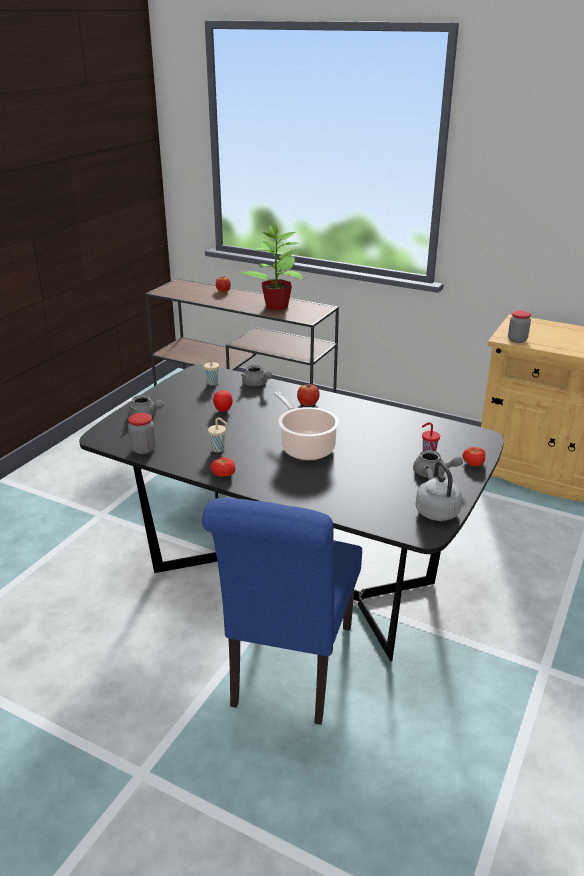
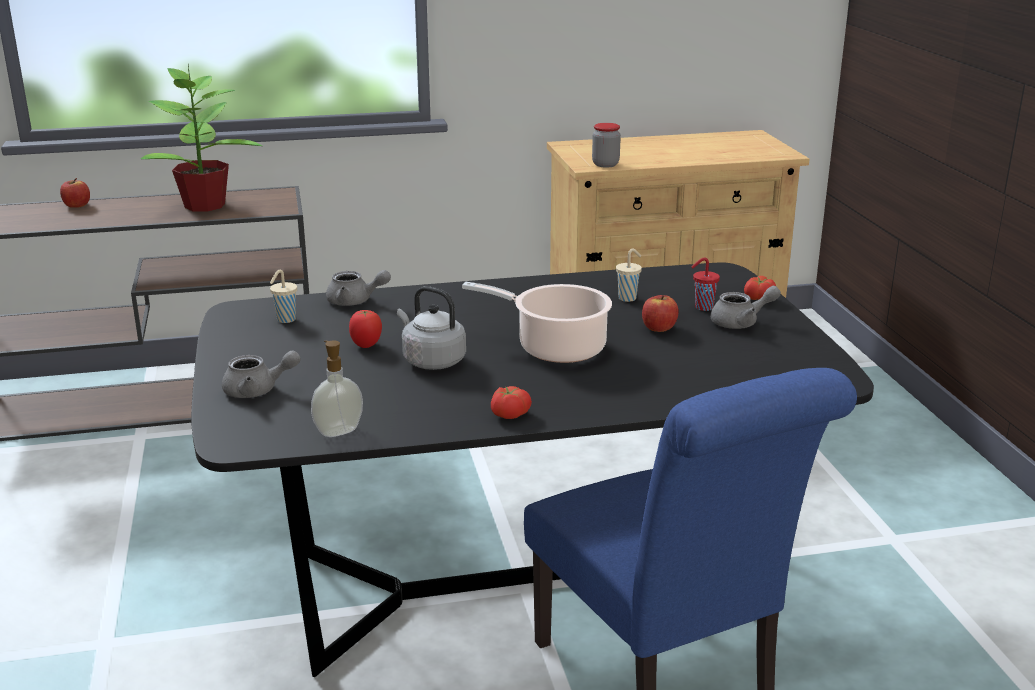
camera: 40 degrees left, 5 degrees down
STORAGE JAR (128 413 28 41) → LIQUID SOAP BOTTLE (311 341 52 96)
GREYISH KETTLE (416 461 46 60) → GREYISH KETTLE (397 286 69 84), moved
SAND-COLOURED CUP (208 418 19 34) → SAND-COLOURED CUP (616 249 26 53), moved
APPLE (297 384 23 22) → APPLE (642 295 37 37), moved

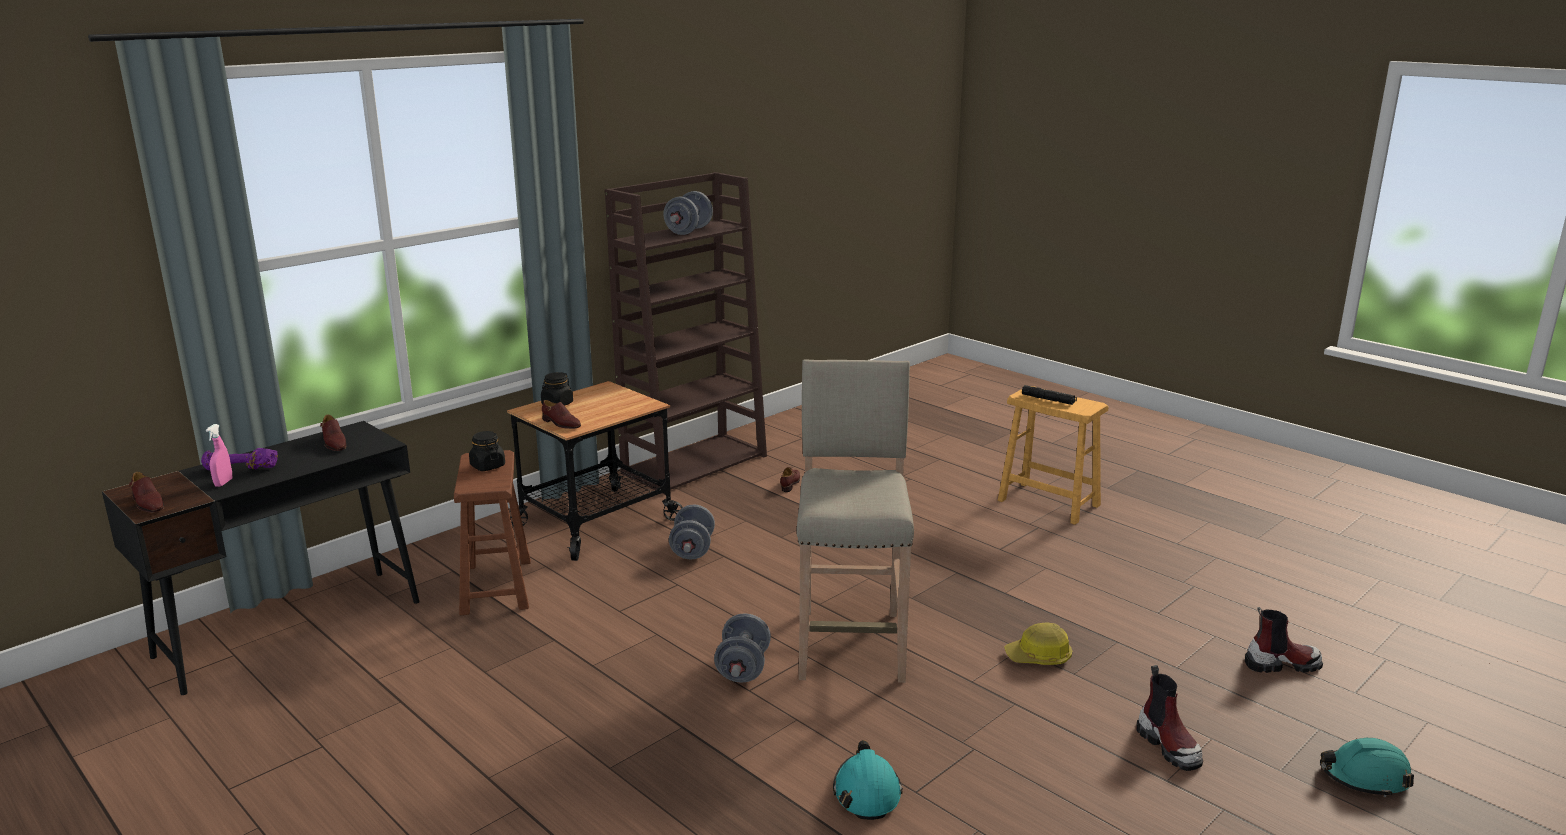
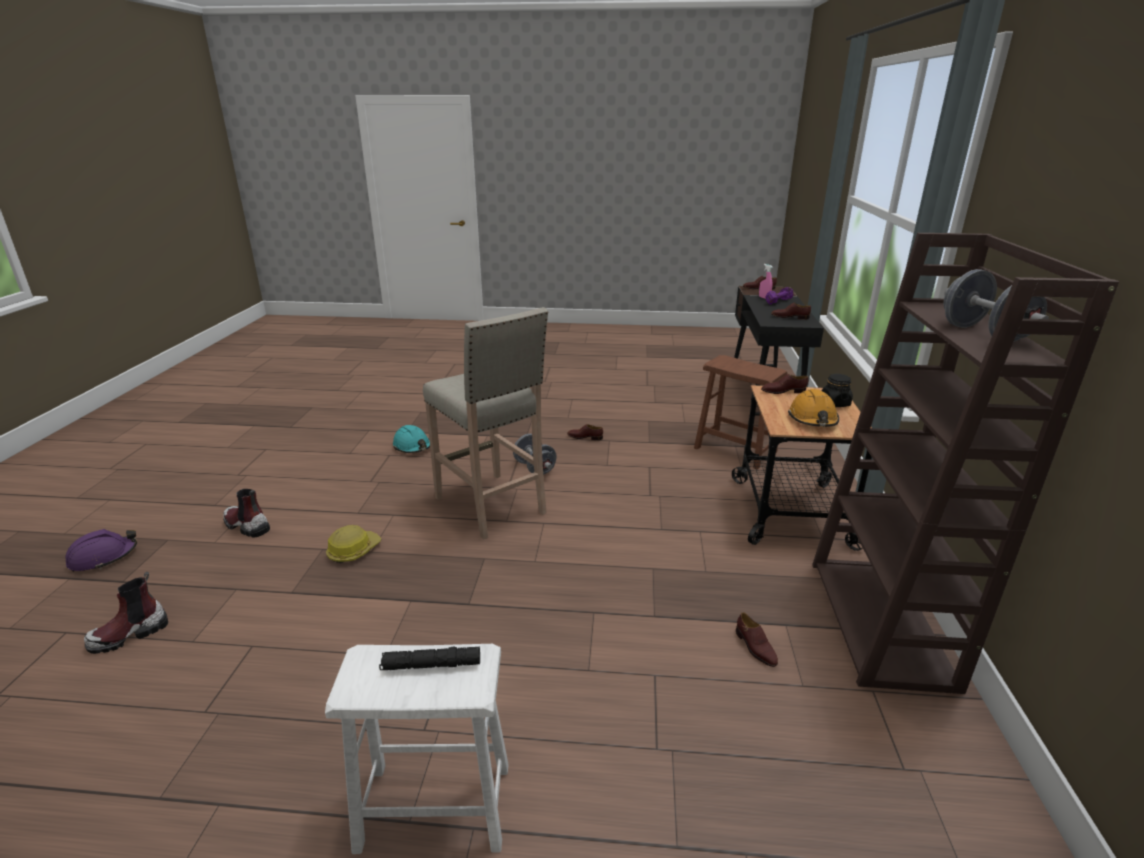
camera: 140 degrees right, 5 degrees up
BLUE-GREEN SAFETY HELMET (1320 738 94 59) → PURPLE SAFETY HELMET (65 529 72 43)
BROWN-COLOURED STOOL SEAT (998 386 111 139) → WHITE-COLOURED STOOL SEAT (325 644 184 210)
- → BROWN-COLOURED LOW SHOE (567 424 36 16)
- → ORANGE-COLOURED SAFETY HELMET (788 389 51 38)
BLACK-COLOURED STORAGE JAR (469 431 36 40) → -
GREYISH FREE WEIGHT (669 505 46 54) → -

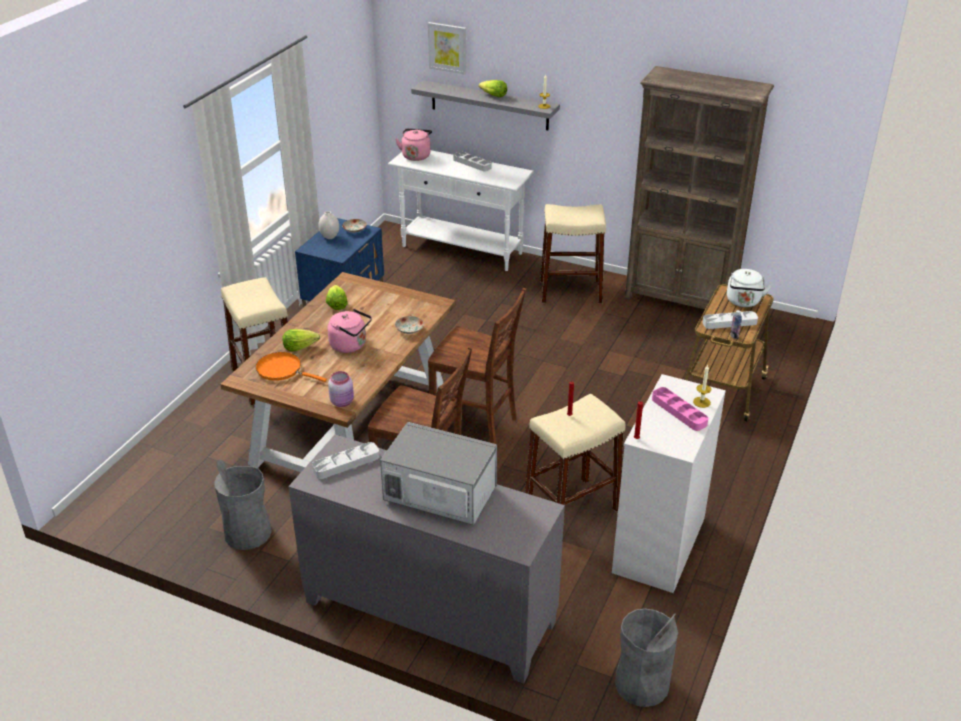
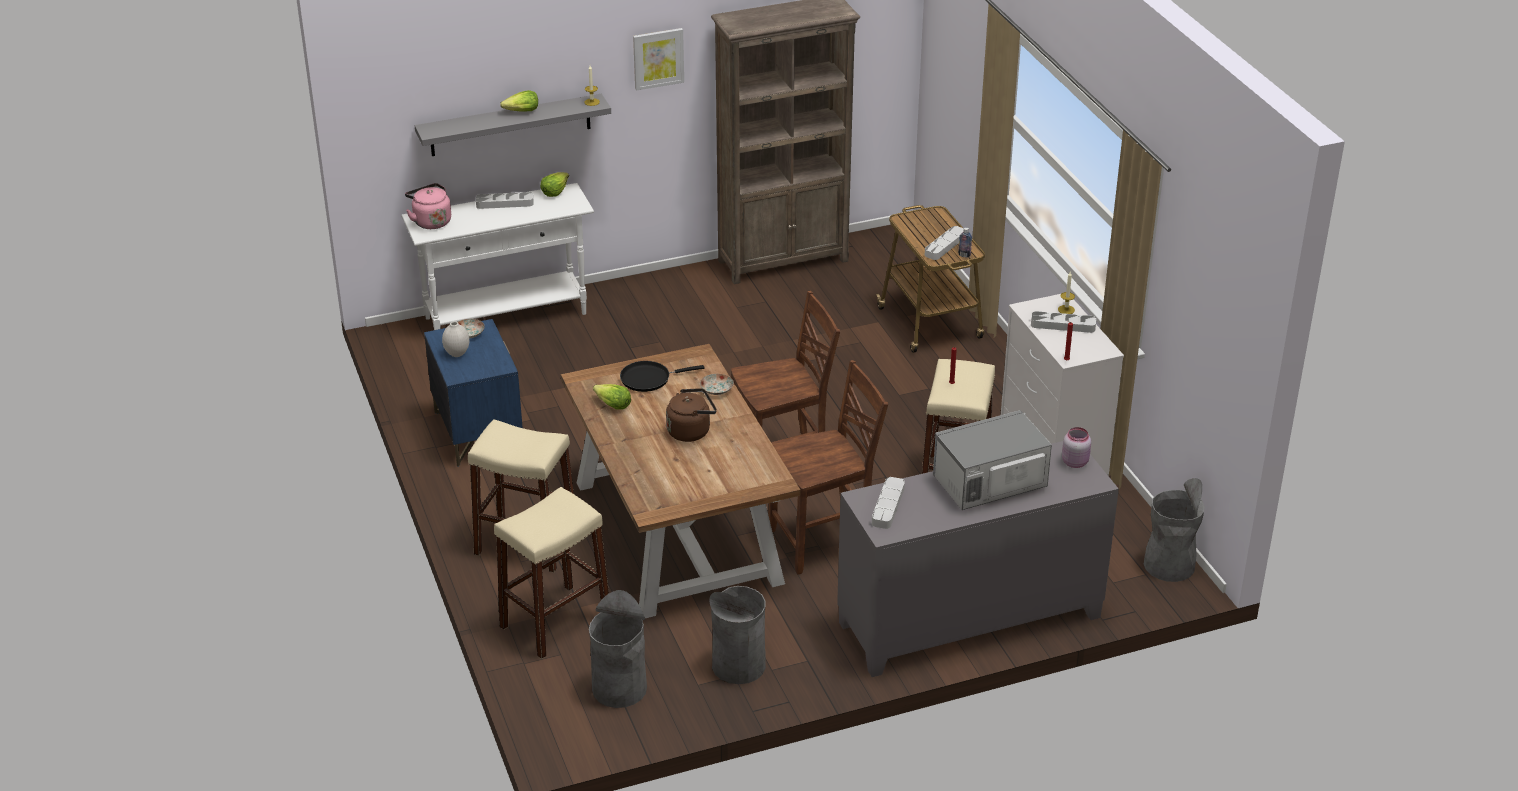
camera: 45 degrees left, 0 degrees up
SAND-COLOURED STOOL SEAT (540 204 66 99) → SAND-COLOURED STOOL SEAT (494 487 115 172), moved
LETTUCE (282 329 38 22) → LETTUCE (540 172 29 25), moved
- → GREYISH TRASH CAN (589 590 58 118)
- → BLACK-COLOURED PAN (620 361 84 31)
WALL PICTURE (428 22 38 52) → WALL PICTURE (633 28 51 63), moved
PINK-COLOURED KETTLE (328 309 44 44) → BROWN-COLOURED KETTLE (666 388 51 54)
PINK-COLOURED SERVING TRAY (652 387 56 44) → GREYISH SERVING TRAY (1031 311 65 22)
PINK-COLOURED STORAGE JAR (328 371 26 36) → PINK-COLOURED STORAGE JAR (1062 427 29 41), moved
ORANGE-COLOURED PAN (256 352 71 30) → -
WHITE-COLOURED KETTLE (727 269 45 38) → -

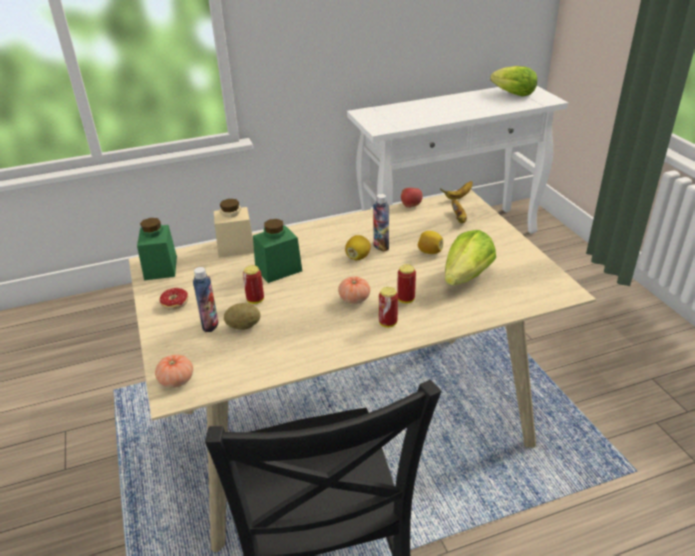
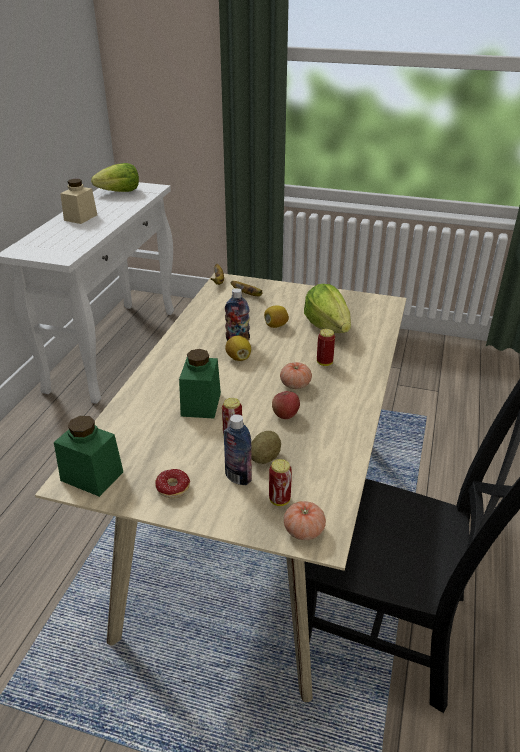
camera: 55 degrees left, 0 degrees up
SAND-COLOURED STORAGE JAR (214 199 40 59) → SAND-COLOURED STORAGE JAR (60 179 37 45), moved
CAN (379 287 19 41) → CAN (269 459 23 47), moved
APPLE (401 188 22 20) → APPLE (272 391 28 28), moved

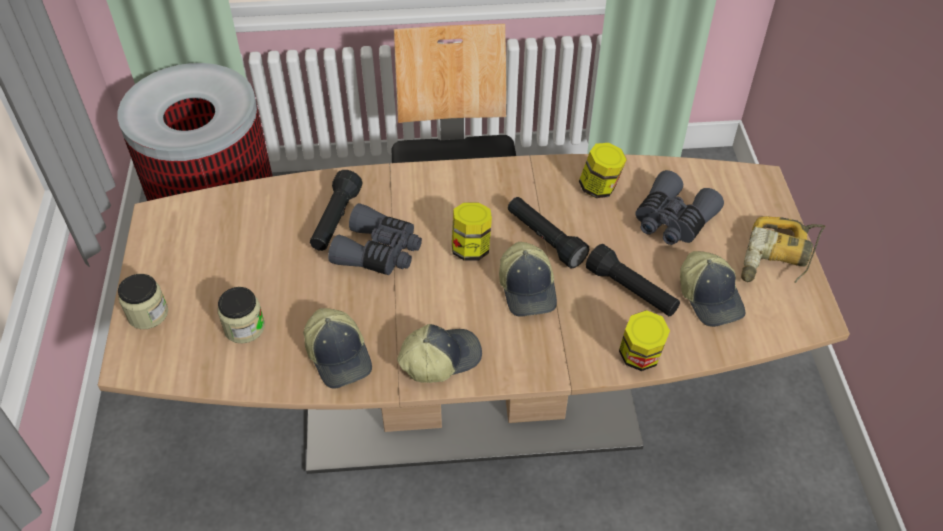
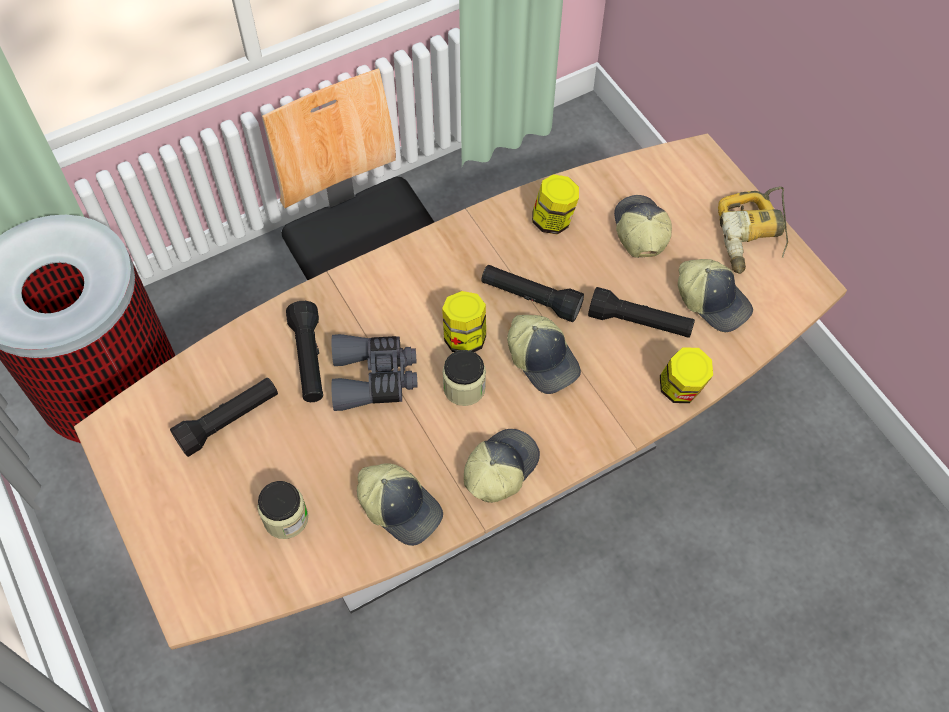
camera: 25 degrees left, 10 degrees up
- → BLACK-COLOURED HAND TORCH (170 378 108 79)
STORAGE JAR (118 274 50 55) → STORAGE JAR (443 350 43 56), moved
GREYISH PAIR OF BINOCULARS (635 170 89 75) → BASEBALL CAP (614 195 58 63)

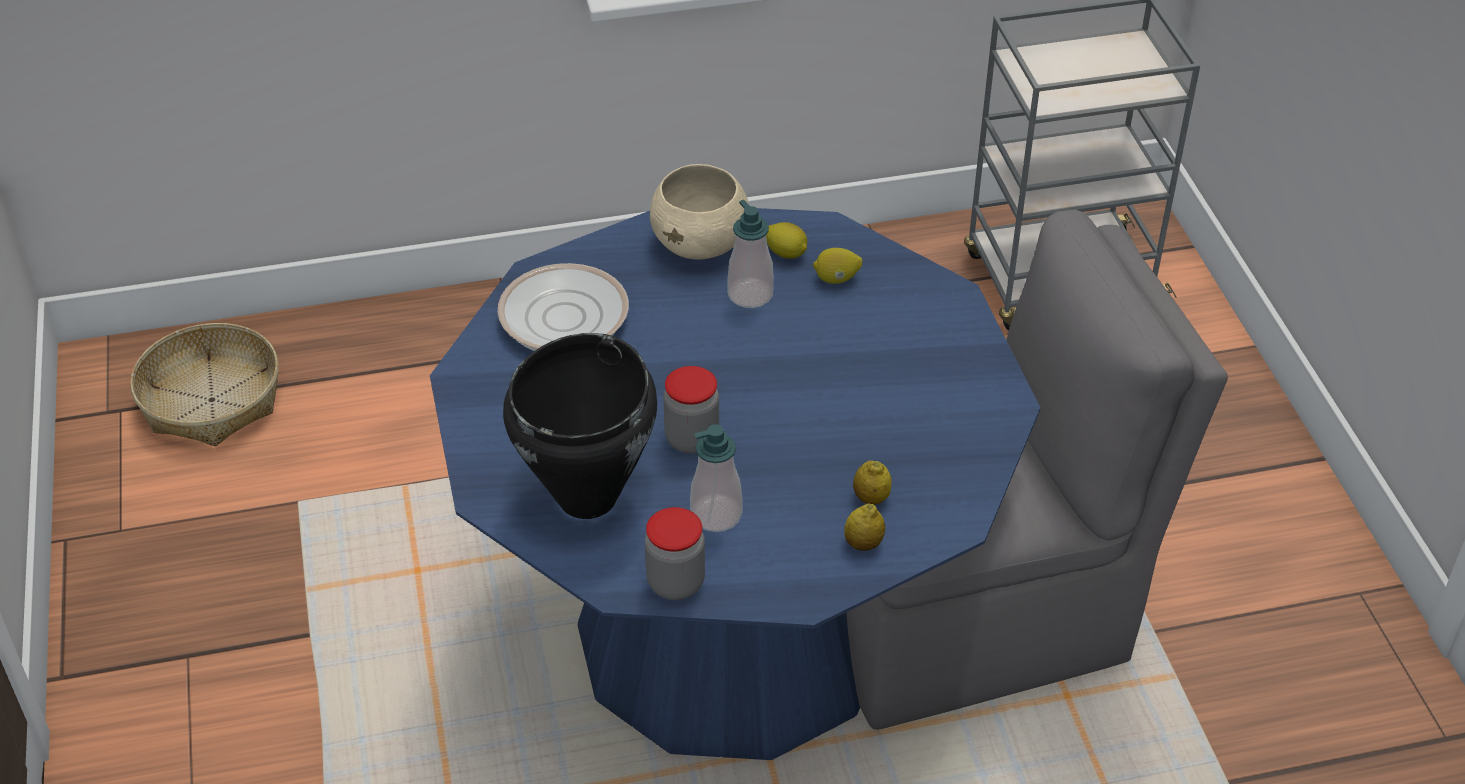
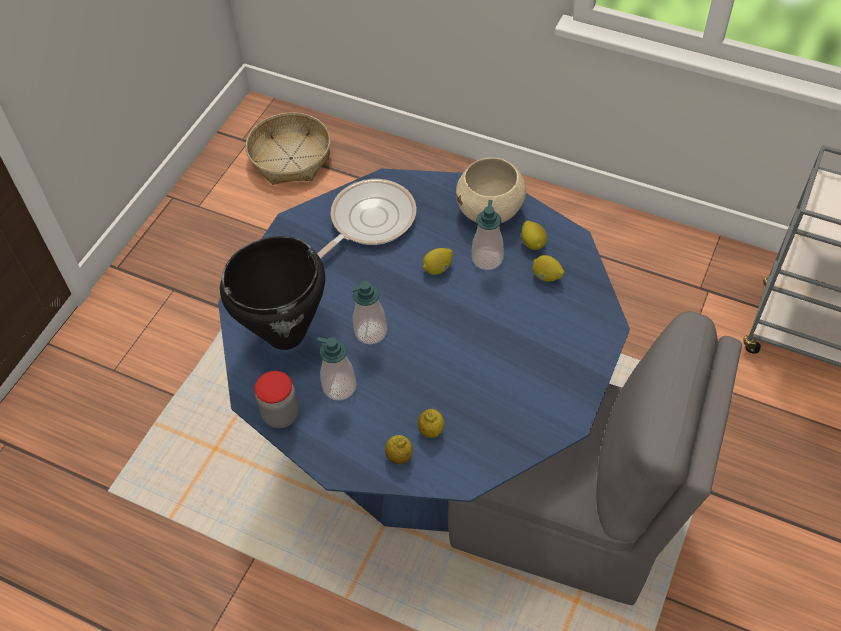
camera: 40 degrees right, 10 degrees up
STORAGE JAR (663 366 56 87) → LIQUID SOAP BOTTLE (351 281 36 63)
- → LEMON (423 248 30 27)

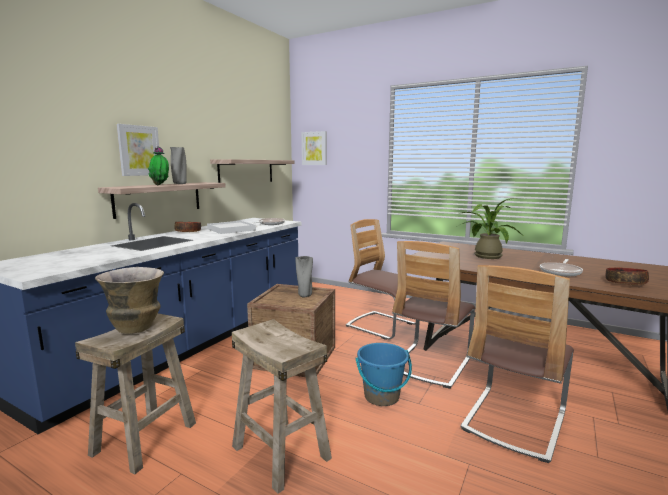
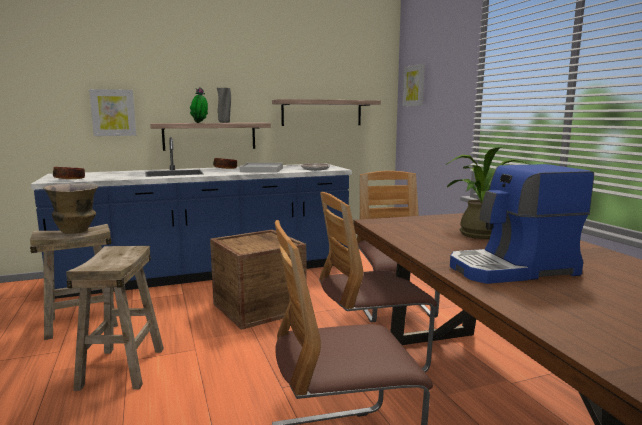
camera: 40 degrees right, 0 degrees up
SERVING BOWL (606 268 43 17) → SERVING BOWL (53 167 32 12), moved
WALL PICTURE (116 124 43 52) → WALL PICTURE (89 89 47 47), moved
PAN (540 259 43 17) → COFFEE BREWER (450 164 144 120)
GREYISH DECORATIVE VASE (296 256 17 41) → -
BLUE WATER BUCKET (355 343 57 63) → -

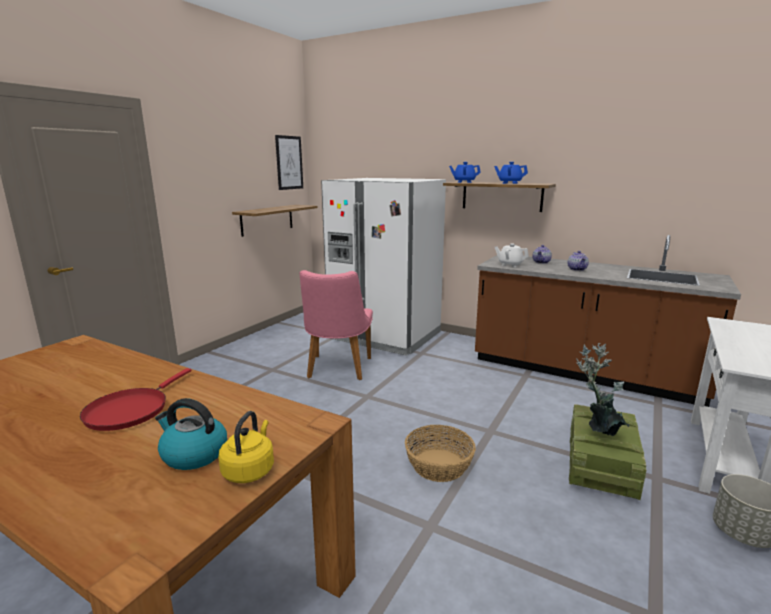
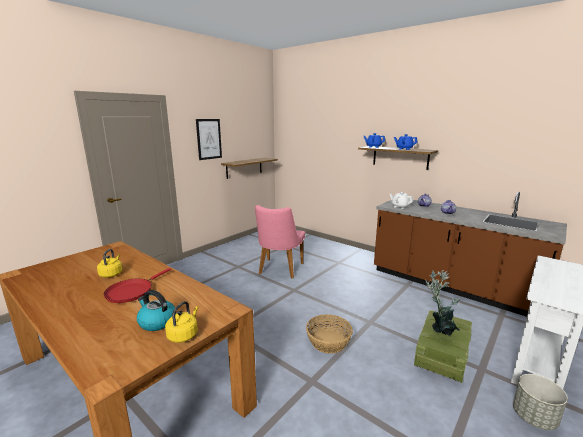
camera: 10 degrees right, 0 degrees up
- → YELLOW-COLOURED KETTLE (97 249 25 29)
WALL PICTURE (275 135 28 55) → WALL PICTURE (196 119 26 41), moved
WHITE-COLOURED REFRIGERATOR (321 178 125 178) → -

